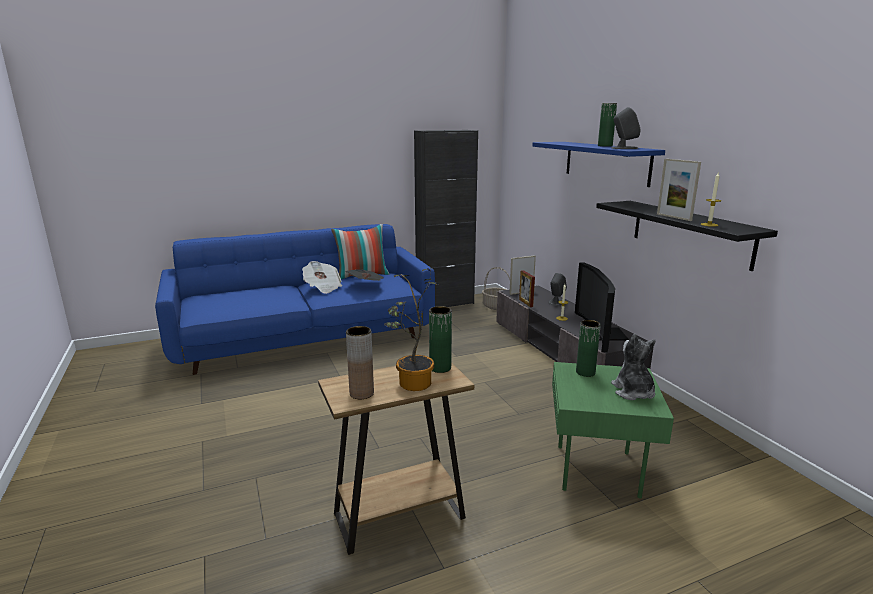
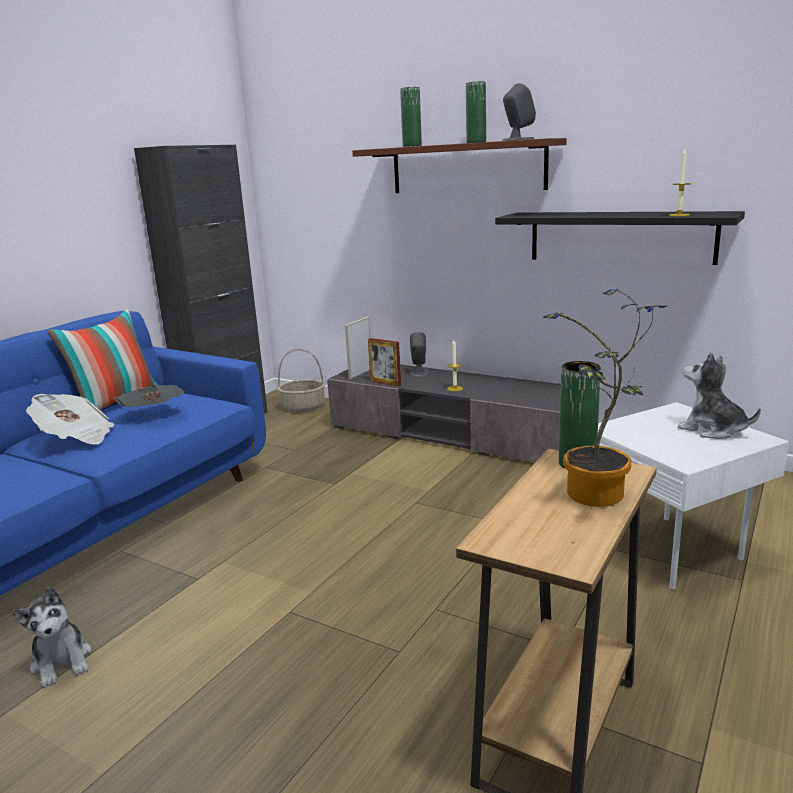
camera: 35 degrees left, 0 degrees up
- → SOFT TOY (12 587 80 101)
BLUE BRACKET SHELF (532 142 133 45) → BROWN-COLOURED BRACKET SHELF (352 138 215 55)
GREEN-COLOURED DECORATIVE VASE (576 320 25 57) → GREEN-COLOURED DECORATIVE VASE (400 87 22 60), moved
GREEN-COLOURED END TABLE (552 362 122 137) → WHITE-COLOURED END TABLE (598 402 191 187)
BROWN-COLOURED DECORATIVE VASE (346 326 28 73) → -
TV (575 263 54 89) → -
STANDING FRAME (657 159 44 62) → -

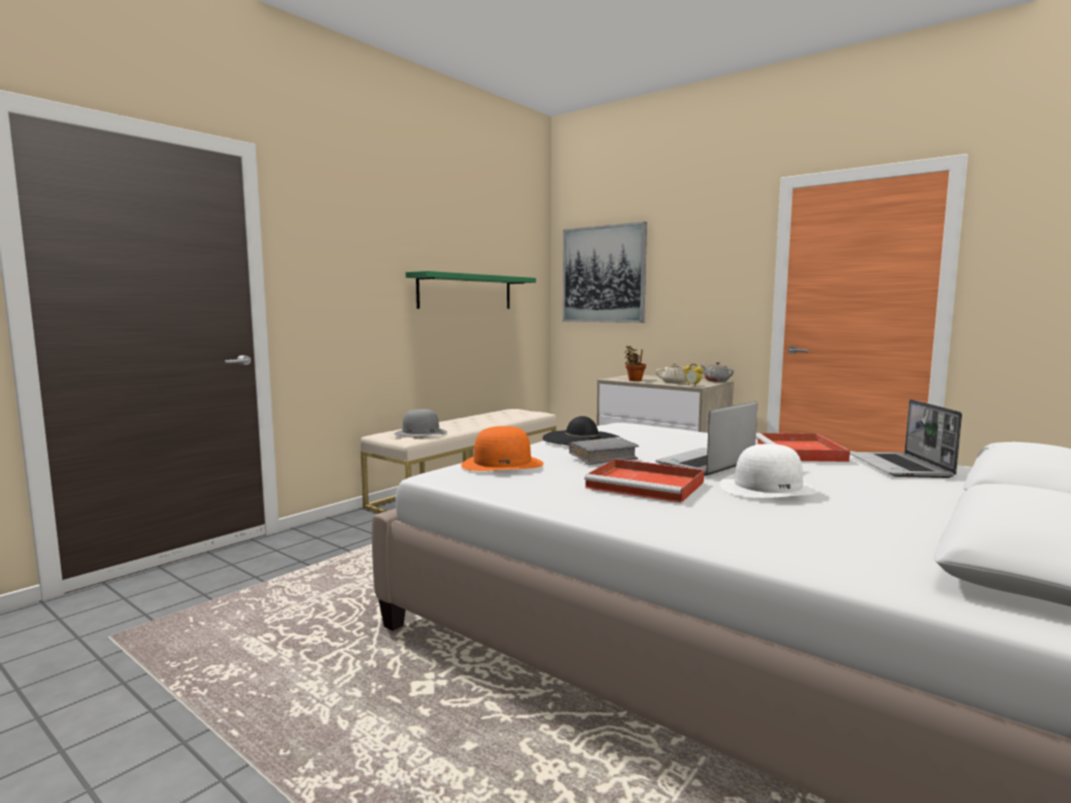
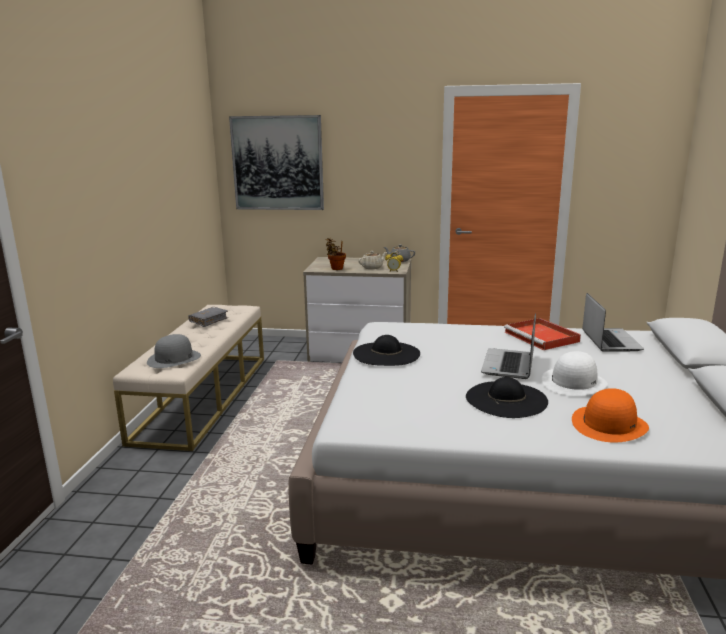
camera: 30 degrees left, 10 degrees up
GREYISH VOLUME (569 437 70 28) → GREYISH VOLUME (188 307 40 20), moved
REDDISH SERVING TRAY (584 459 120 44) → BLACK-COLOURED HAT (466 377 82 41)
ORANGE-COLOURED HAT (461 426 83 45) → ORANGE-COLOURED HAT (572 388 77 54), moved
LAPTOP (850 399 112 79) → LAPTOP (582 293 62 59), 150 degrees counterclockwise
GREEN-COLOURED BRACKET SHELF (406 271 130 38) → -

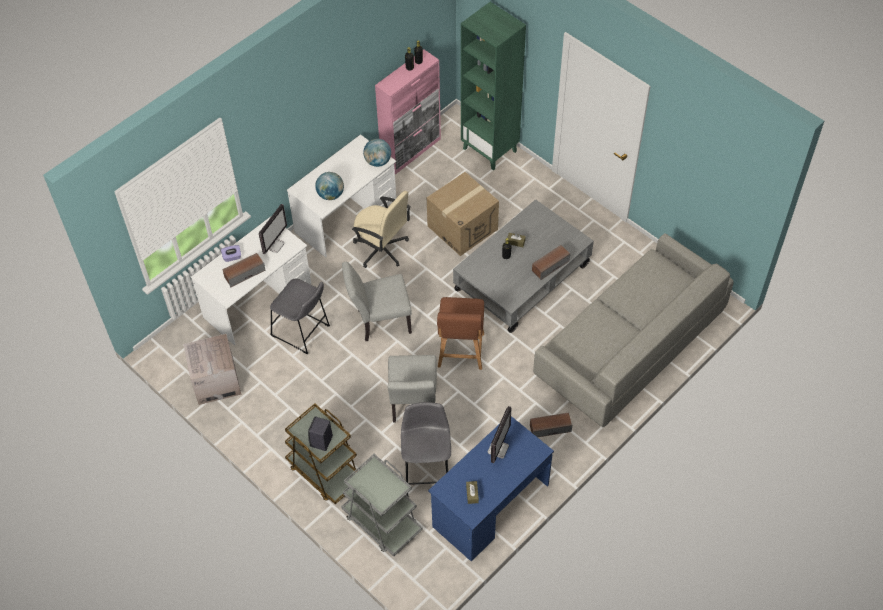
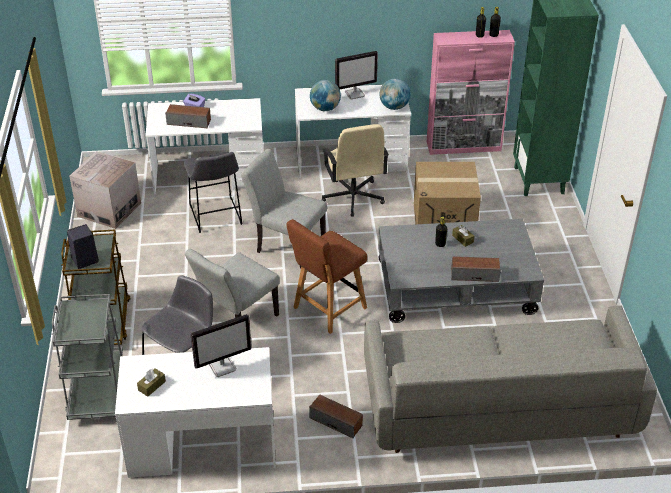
camera: 40 degrees right, 15 degrees down
BLUE DESK (428 416 126 146) → WHITE-COLOURED DESK (115 347 161 131)
COMPUTER DISPLAY (259 204 28 50) → COMPUTER DISPLAY (335 51 43 48), moved

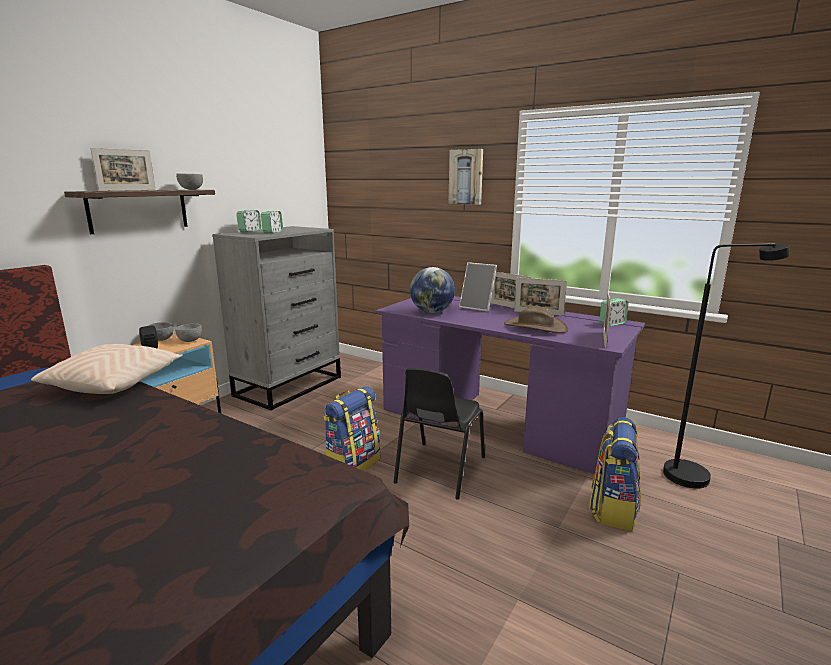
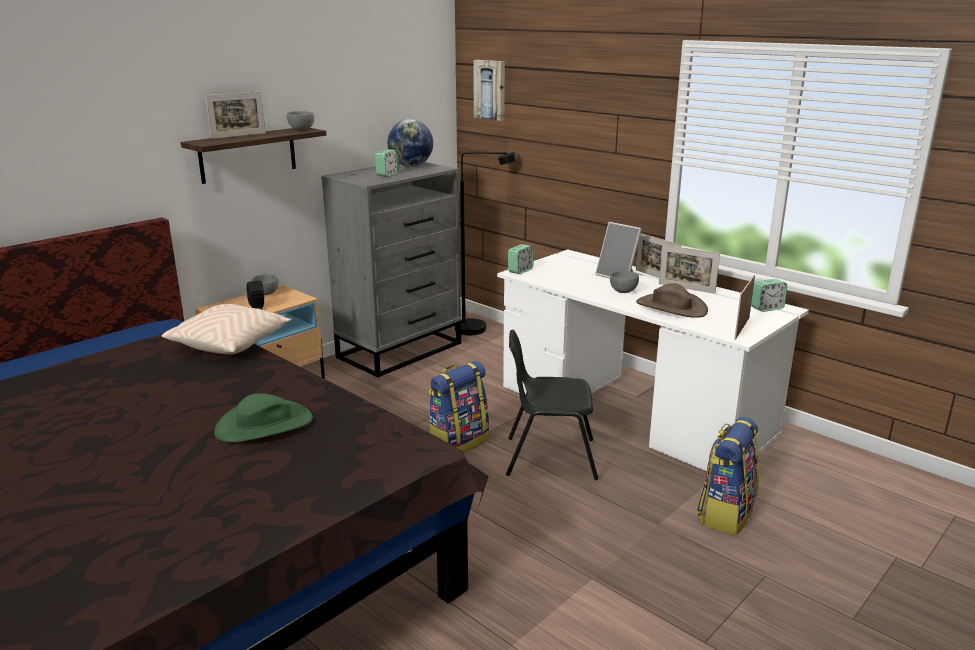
camera: 10 degrees right, 5 degrees up
- → GREEN-COLOURED HAT (214 393 99 49)
DESK GLOBE (410 267 45 46) → DESK GLOBE (388 119 45 48), moved
BLACK-COLOURED STANDARD LAMP (663 243 127 246) → BLACK-COLOURED STANDARD LAMP (455 152 62 183), moved
WALL PICTURE (448 149 35 56) → WALL PICTURE (473 60 32 61), moved
PURPLE DESK (376 296 269 178) → WHITE-COLOURED DESK (497 249 312 222)
BLACK-COLOURED CHAIR (394 368 91 131) → BLACK-COLOURED CHAIR (506 330 92 150), 60 degrees clockwise
ALARM CLOCK (236 210 25 22) → ALARM CLOCK (508 244 25 30), moved
GREYISH SERVING BOWL (175 324 27 18) → GREYISH SERVING BOWL (610 271 29 22), moved

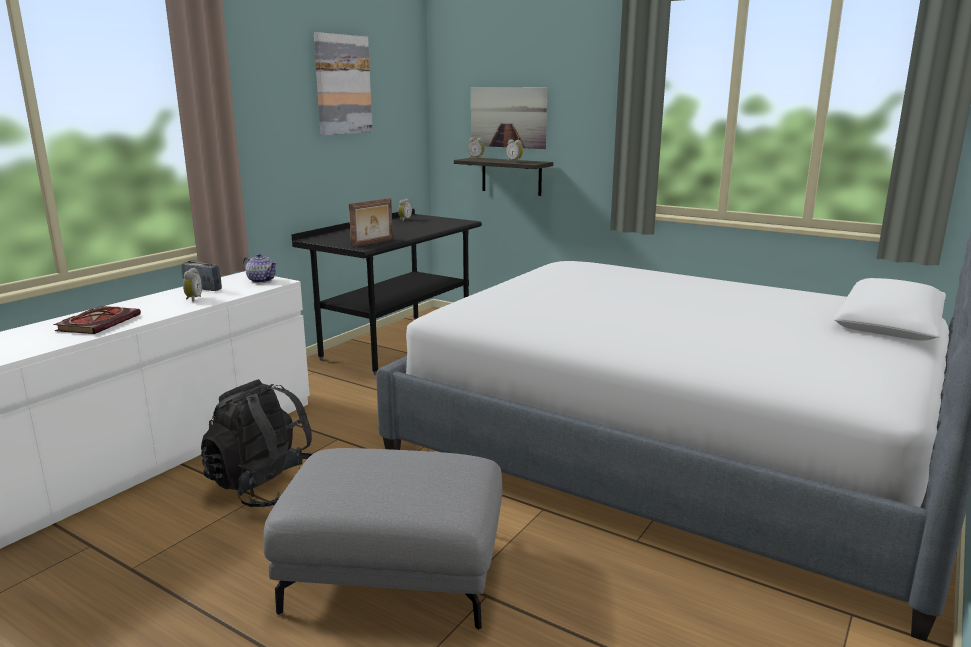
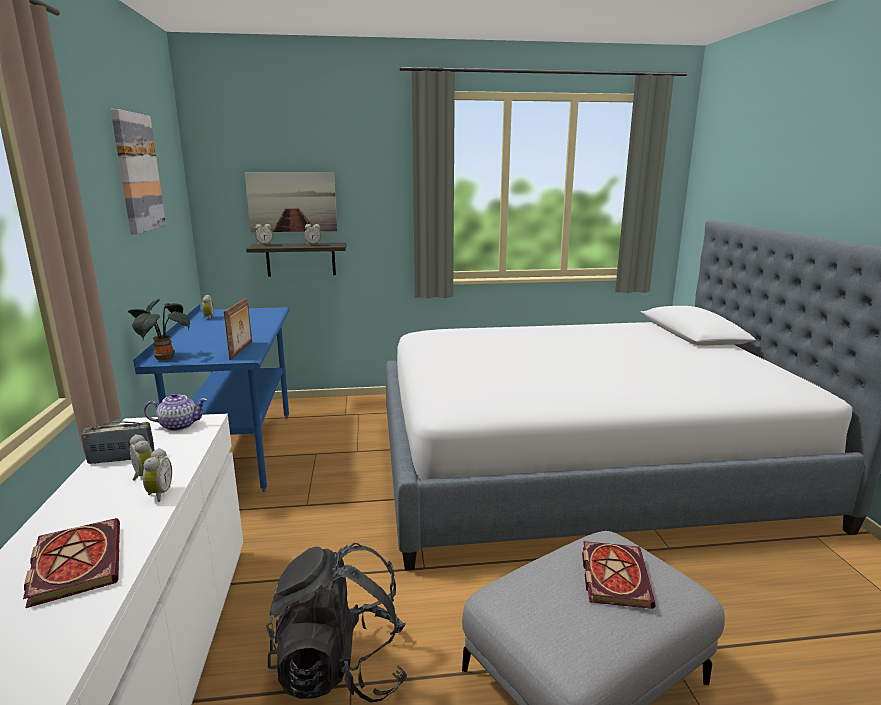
camera: 40 degrees left, 0 degrees up
- → PLANT IN A POT (128 299 62 62)
BLACK-COLOURED DESK (291 209 191 166) → BLUE DESK (133 304 157 188)
- → ALARM CLOCK (143 448 29 54)
- → VOLUME (582 541 74 68)

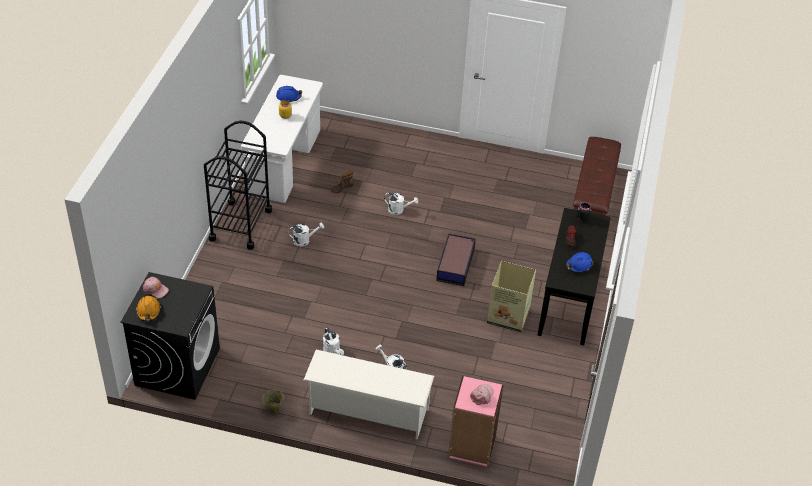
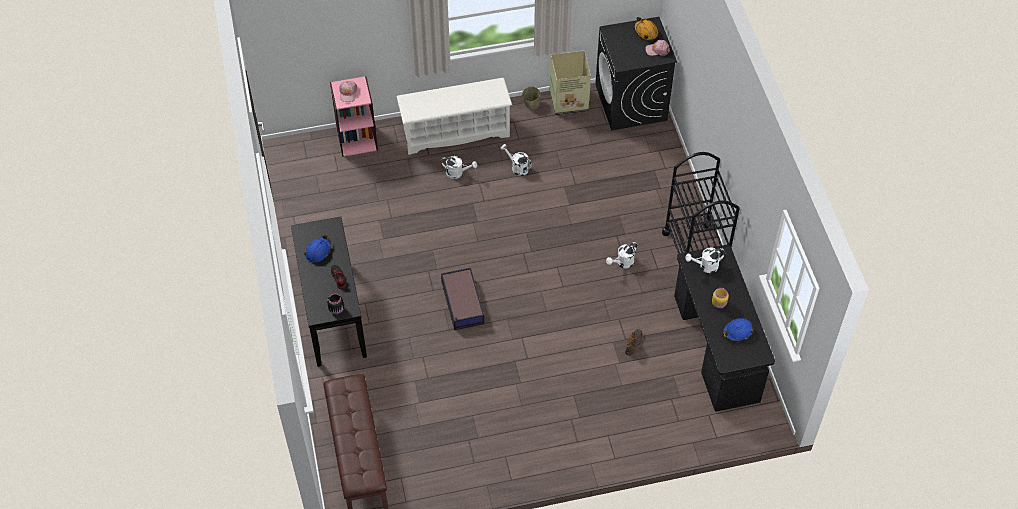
camera: 155 degrees right, 10 degrees up
PACKING BOX (487 261 49 71) → PACKING BOX (549 51 42 64), moved
WHITE-COLOURED DESK (241 75 82 128) → BLACK-COLOURED DESK (674 245 101 167)
WHITE-COLOURED SPRINKLING CAN (384 193 34 22) → WHITE-COLOURED SPRINKLING CAN (685 247 40 26), moved

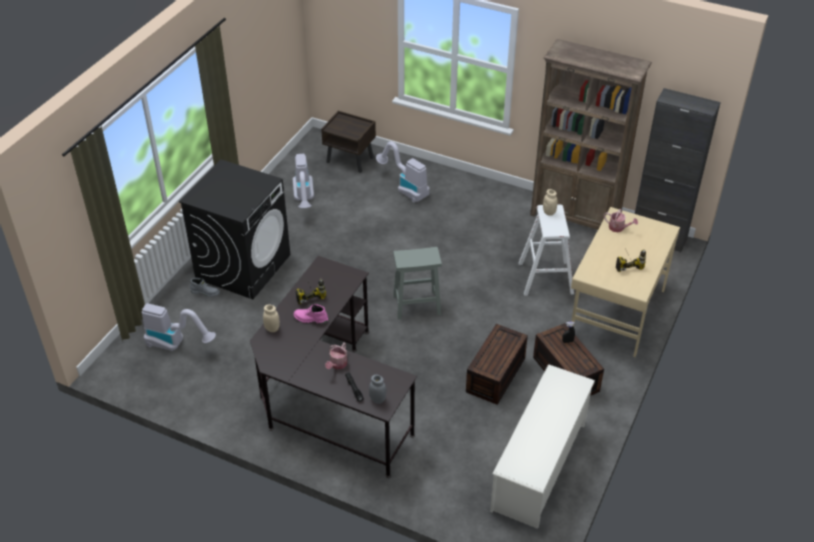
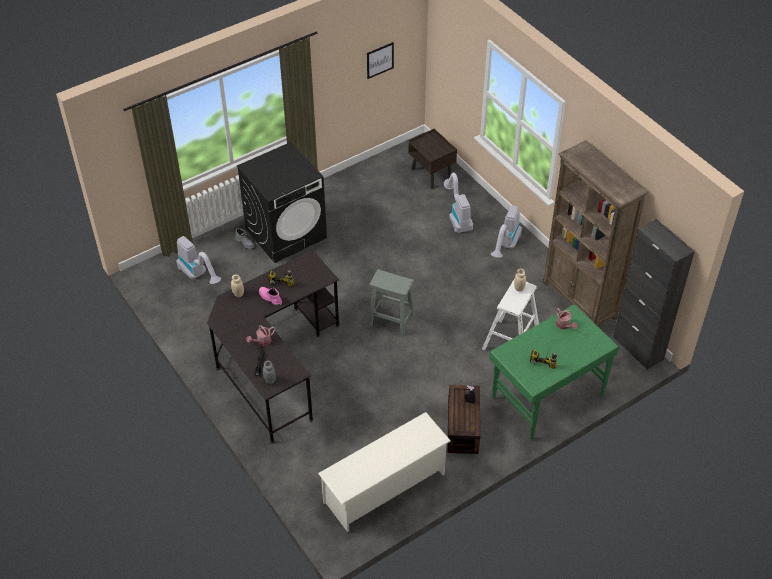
camera: 30 degrees right, 5 degrees up
- → WALL PICTURE (367 42 27 37)
SAND-COLOURED DESK (571 207 109 150) → GREEN-COLOURED DESK (489 304 130 136)
VACUUM (293 154 21 54) → VACUUM (491 205 31 53), moved
BROWN-COLOURED STORAGE BOX (466 324 62 81) → -

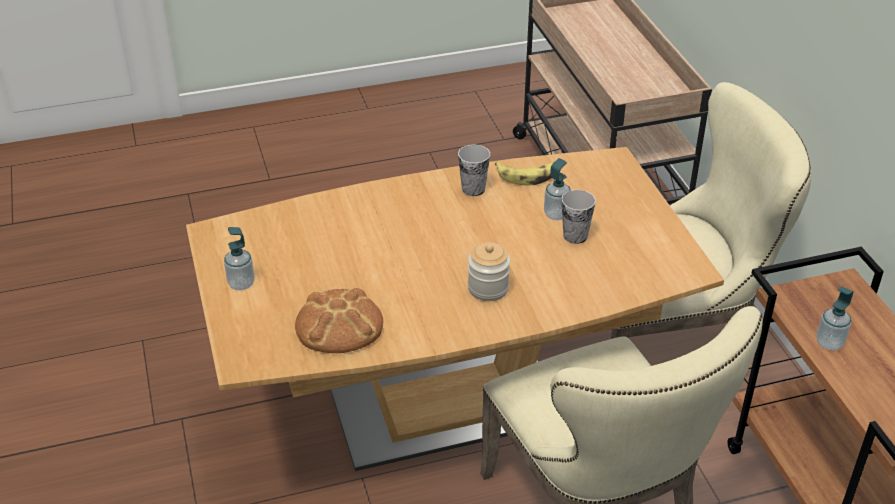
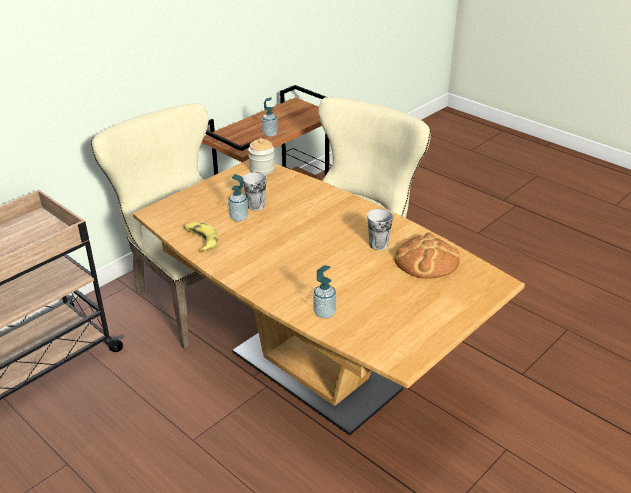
camera: 120 degrees left, 5 degrees down
STORAGE JAR (468 242 42 59) → STORAGE JAR (248 138 27 37), moved
LIQUID SOAP BOTTLE (224 227 31 63) → LIQUID SOAP BOTTLE (313 265 23 54), moved
CUP (458 145 32 51) → CUP (367 209 26 41), moved

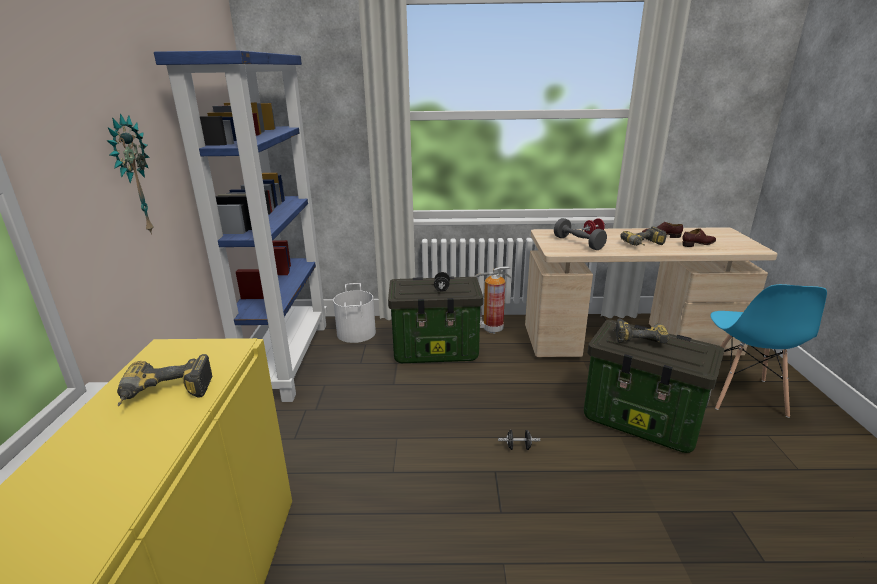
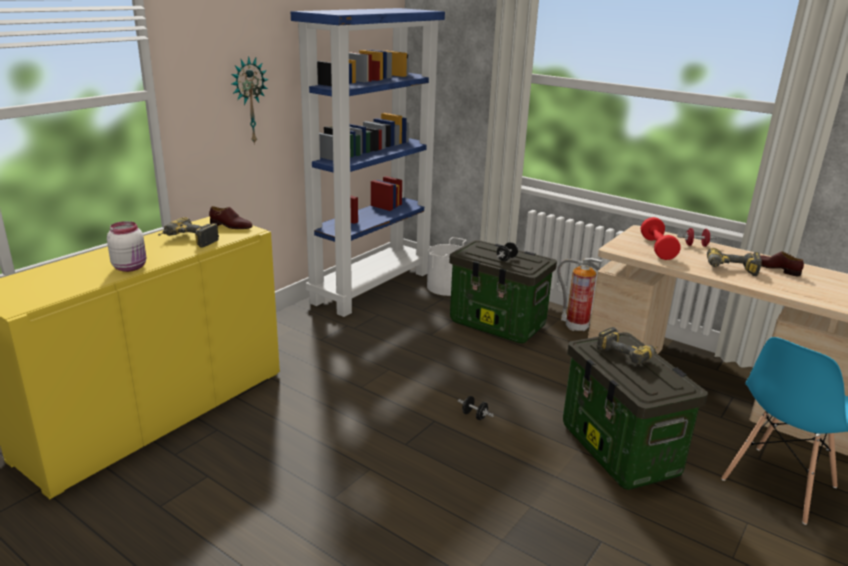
camera: 35 degrees right, 0 degrees up
- → WHITE-COLOURED STORAGE JAR (107 221 39 51)
BROWN-COLOURED LOW SHOE (682 228 34 19) → BROWN-COLOURED LOW SHOE (209 206 44 23), moved
GREYISH FREE WEIGHT (554 218 53 32) → REDDISH FREE WEIGHT (641 217 40 43)

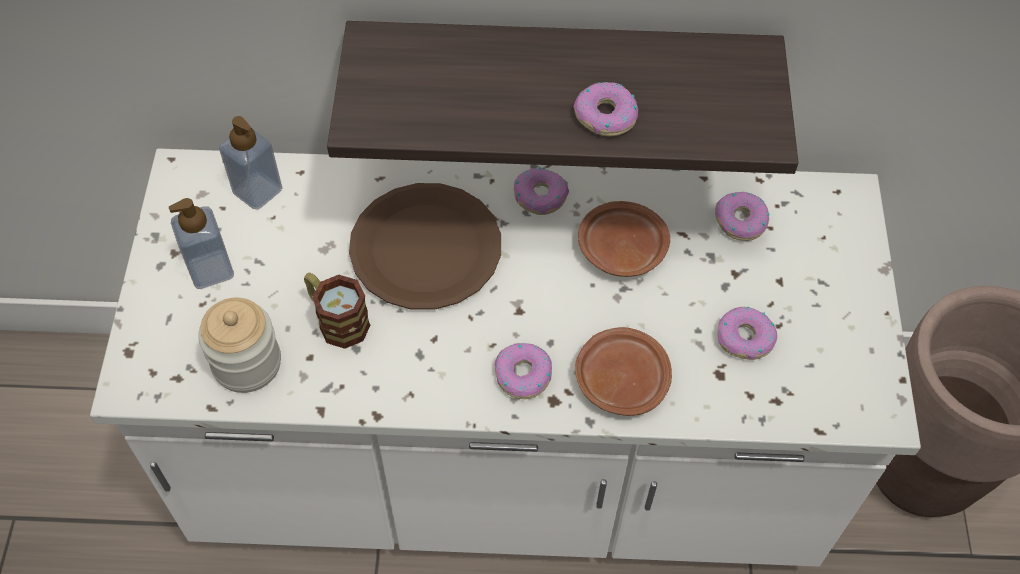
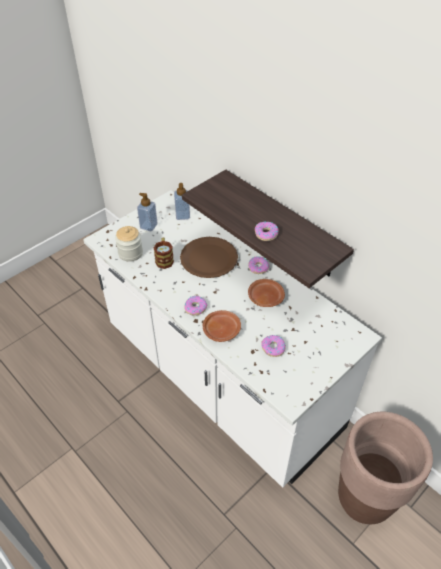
camera: 45 degrees right, 10 degrees down
RING DOUGHNUT (715 192 54 49) → -

